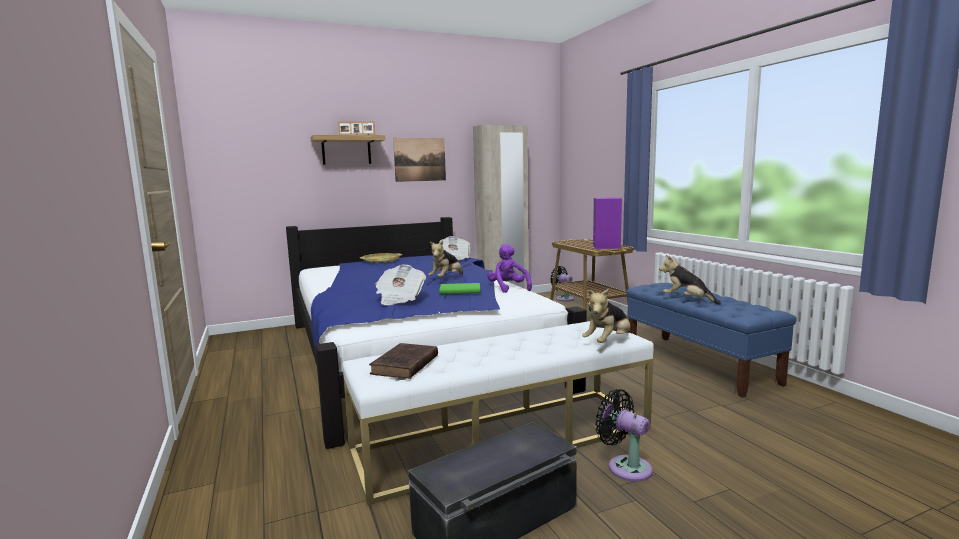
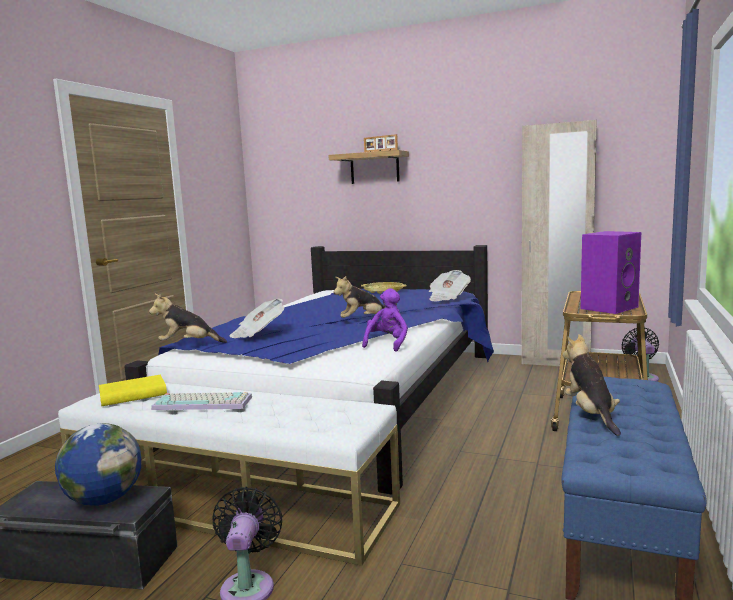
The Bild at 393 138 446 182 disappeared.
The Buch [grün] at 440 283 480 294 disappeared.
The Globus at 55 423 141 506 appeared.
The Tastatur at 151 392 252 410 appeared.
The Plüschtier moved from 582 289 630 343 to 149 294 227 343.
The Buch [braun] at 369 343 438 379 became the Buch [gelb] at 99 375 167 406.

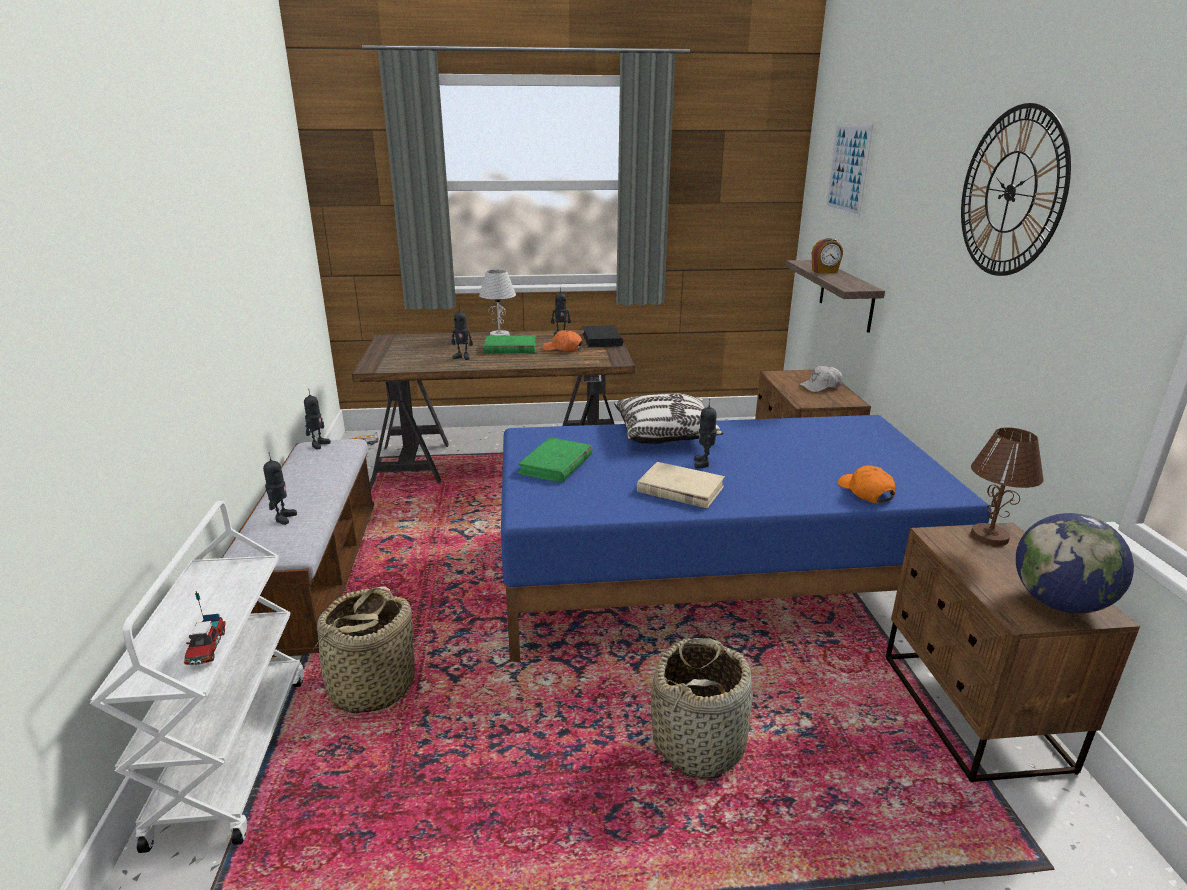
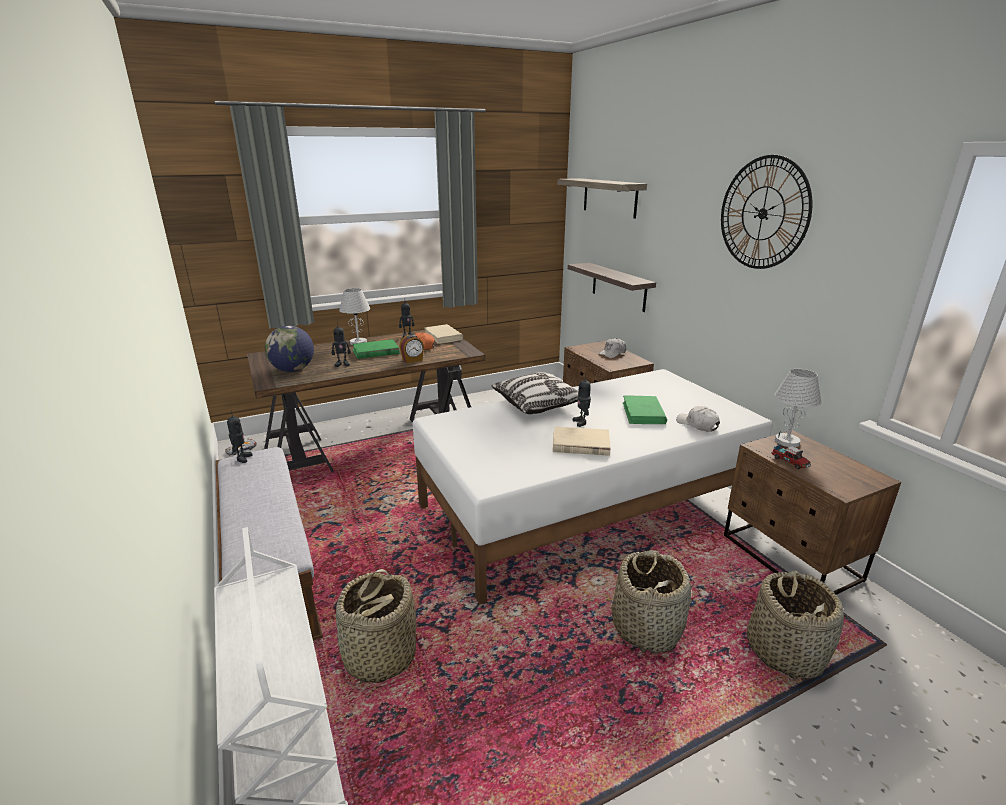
The Spielzeugroboter at 263 452 297 525 disappeared.
The Korb at 747 571 844 680 appeared.
The Spielzeuglaster moved from 184 591 225 666 to 771 433 811 469.
The Buch [grün] moved from 517 437 593 483 to 623 395 667 424.
The Wecker moved from 812 238 843 273 to 399 335 424 363.
The Globus moved from 1016 513 1134 614 to 265 326 314 372.
The Bild at 825 124 873 218 was replaced by the Wandregal at 557 178 647 218.
The Bett [blau] at 501 415 991 662 became the Bett [weiß] at 413 369 773 604.
The Buch [schwarz] at 582 325 623 347 became the Buch [beige] at 424 324 463 344.
The Kappe [orange] at 838 465 895 503 became the Kappe [weiß] at 676 406 720 432.
The Tischlampe [braun] at 971 427 1044 546 became the Tischlampe [weiß] at 774 369 821 447.

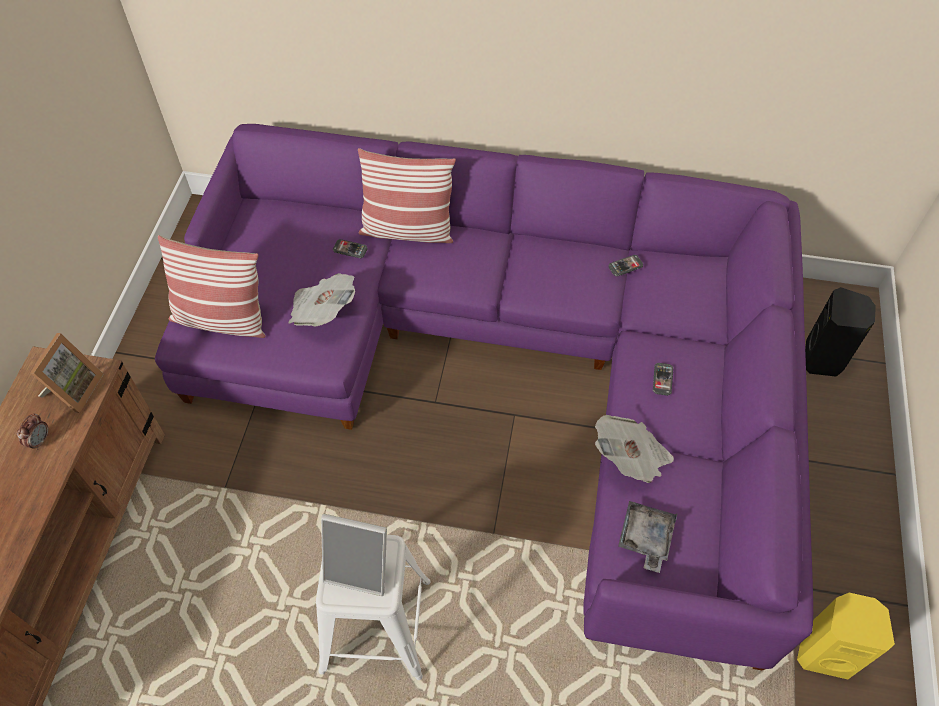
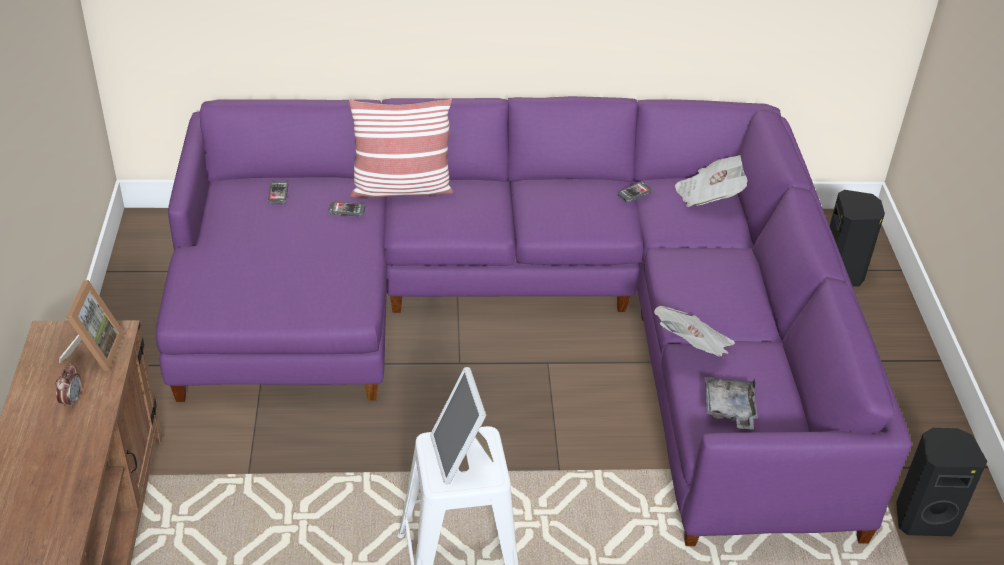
The Kissen at 158 235 266 338 disappeared.
The Zeitung moved from 289 273 355 327 to 675 155 748 207.
The Handy moved from 653 363 673 396 to 268 181 288 204.
The Lautsprecher [gelb] at 797 593 895 679 became the Lautsprecher [schwarz] at 896 428 987 536.
The Bilderrahmen at 321 514 387 596 turned 75 degrees clockwise.

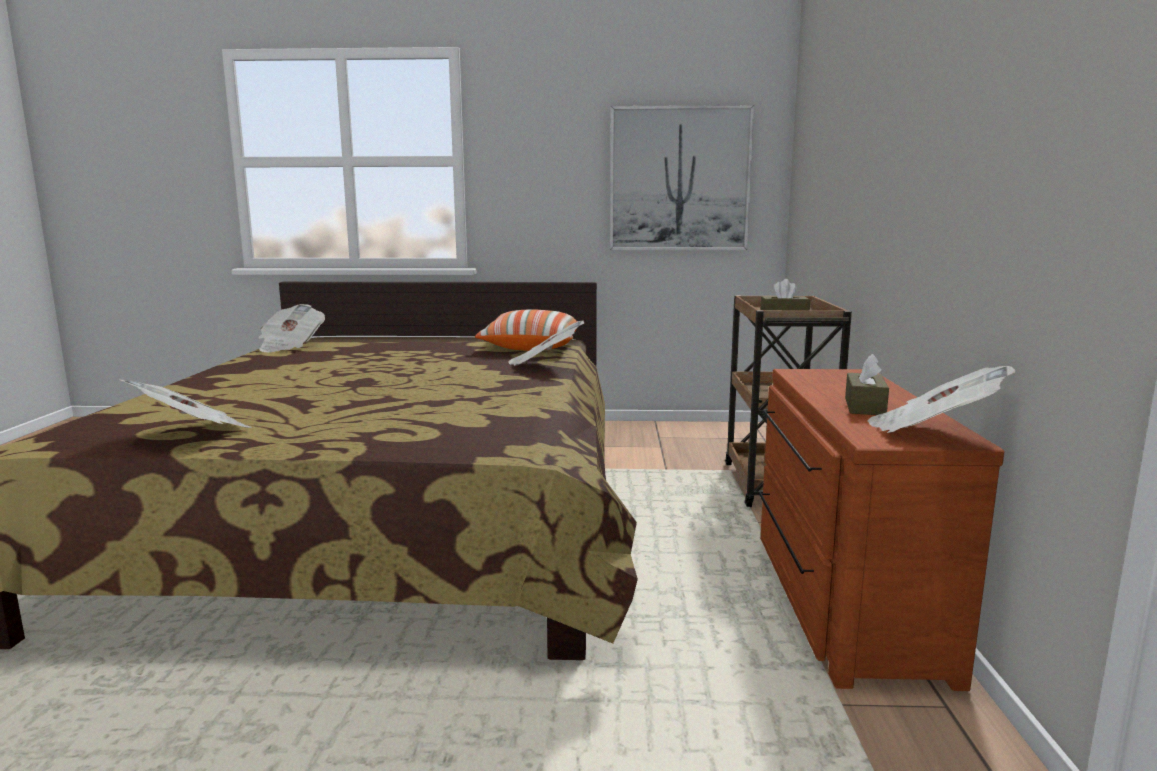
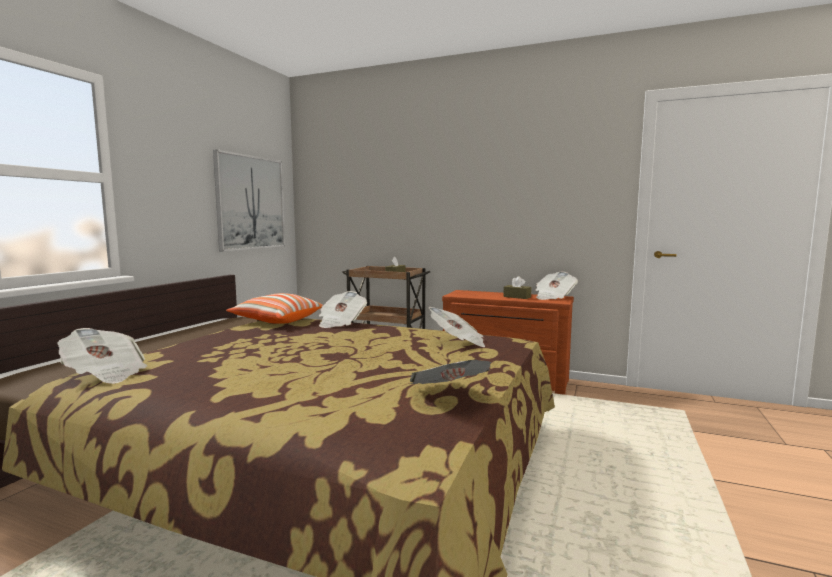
The Zeitung at 429 307 485 347 appeared.

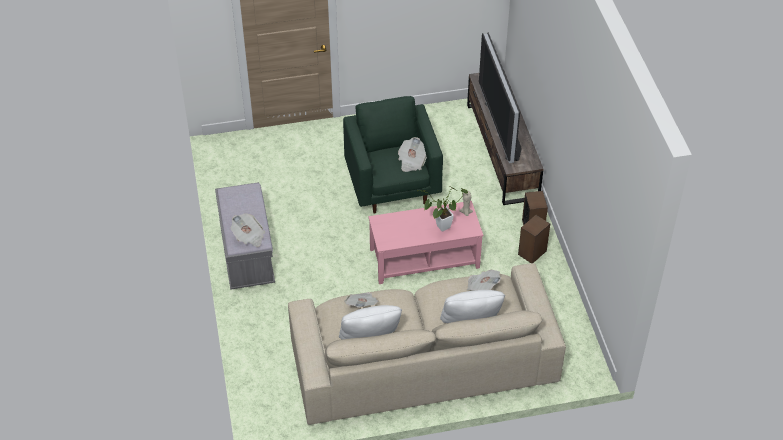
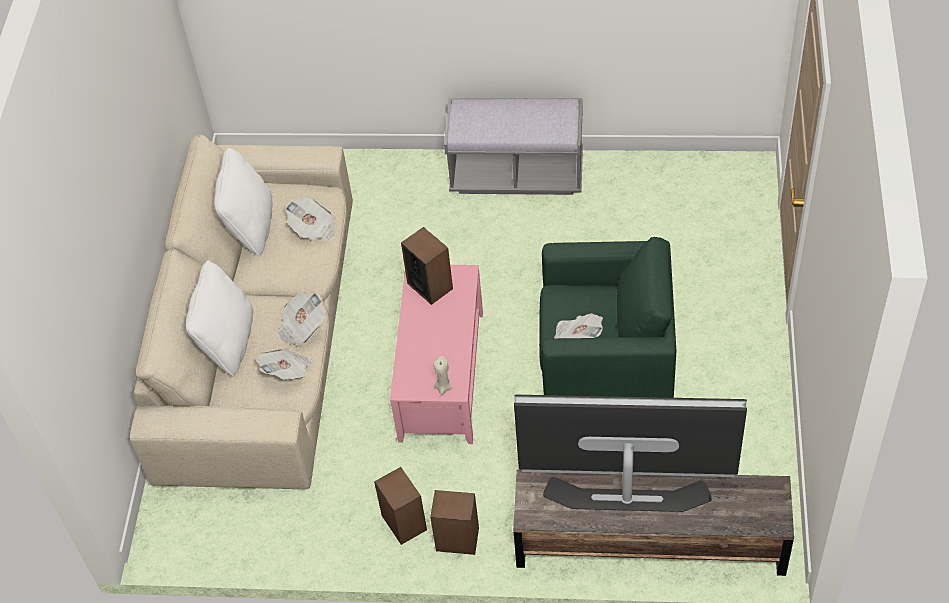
The Topfpflanze at 417 186 469 232 disappeared.
The Lautsprecher at 401 227 453 305 appeared.
The Zeitung moved from 230 213 265 247 to 276 291 326 347.

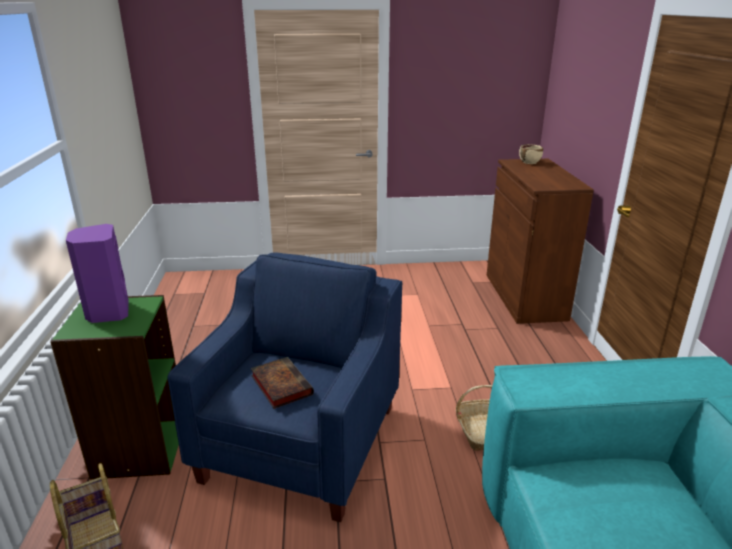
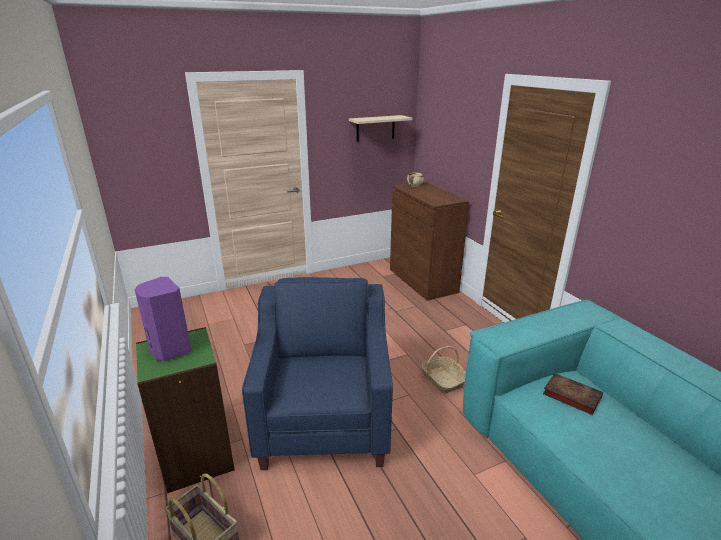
The Wandregal [beige] at 349 115 413 142 appeared.
The Buch moved from 251 357 314 409 to 543 373 603 415.

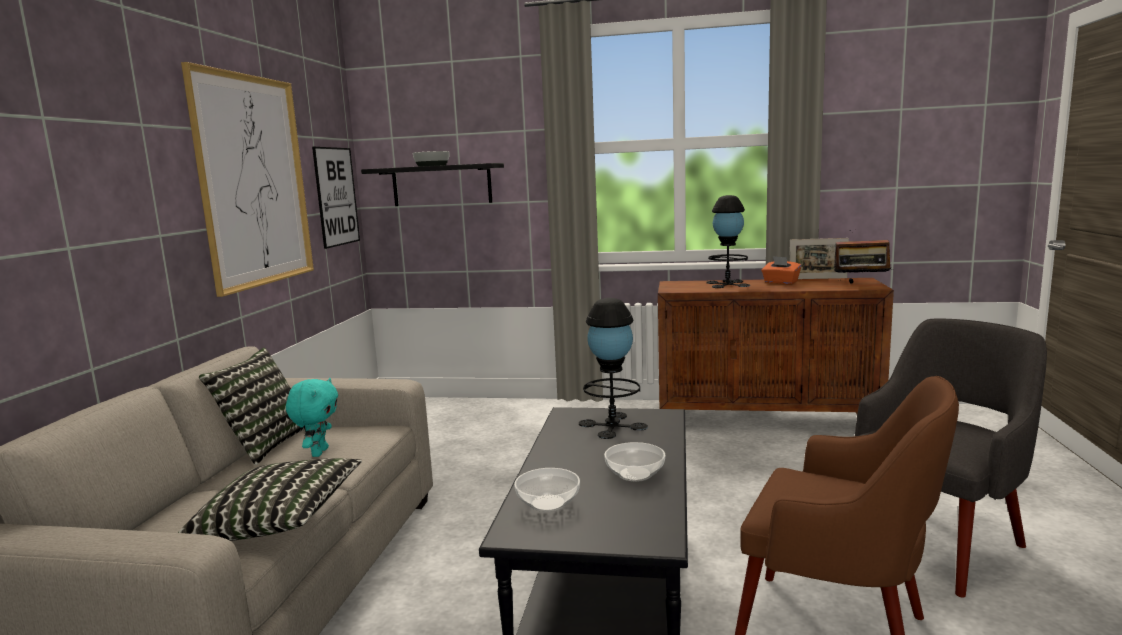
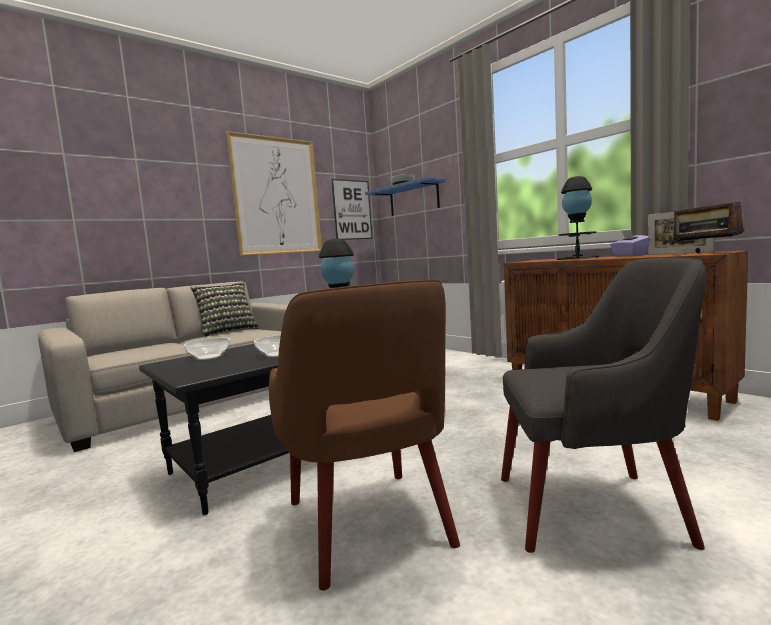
The Kissen at 178 458 362 541 disappeared.
The Plüschtier [türkis] at 286 378 338 457 disappeared.
The Wandregal [schwarz] at 361 163 504 206 became the Wandregal [blau] at 365 177 446 216.
The Taschentuchbox [orange] at 761 256 801 284 became the Taschentuchbox [lila] at 610 230 651 257.

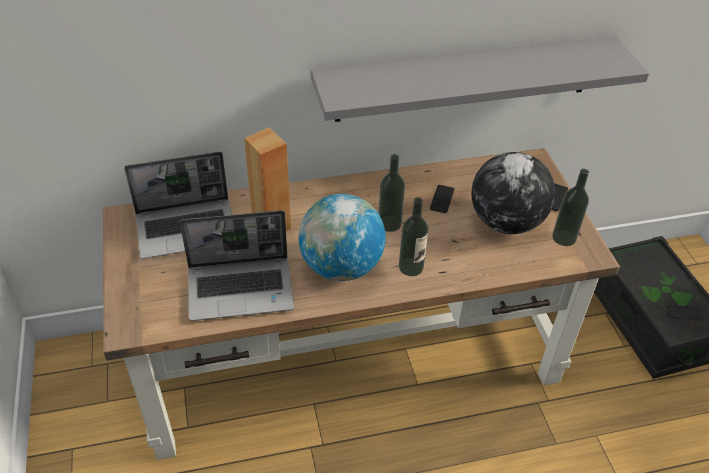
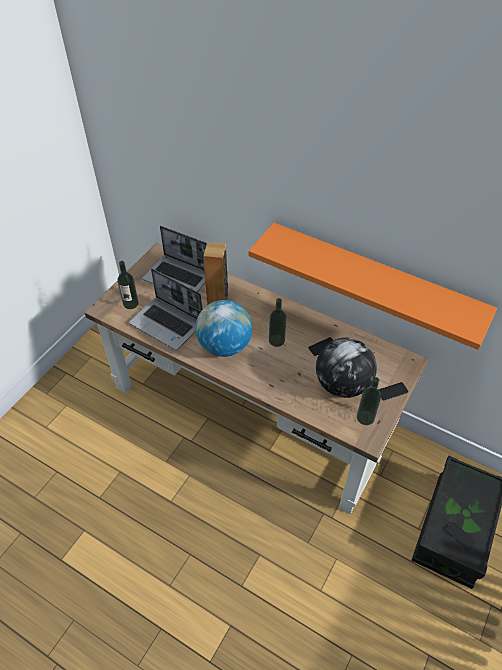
The Flasche moved from 399 197 428 276 to 118 261 139 309.
The Wandregal [grau] at 311 36 649 122 became the Wandregal [orange] at 249 223 497 350.

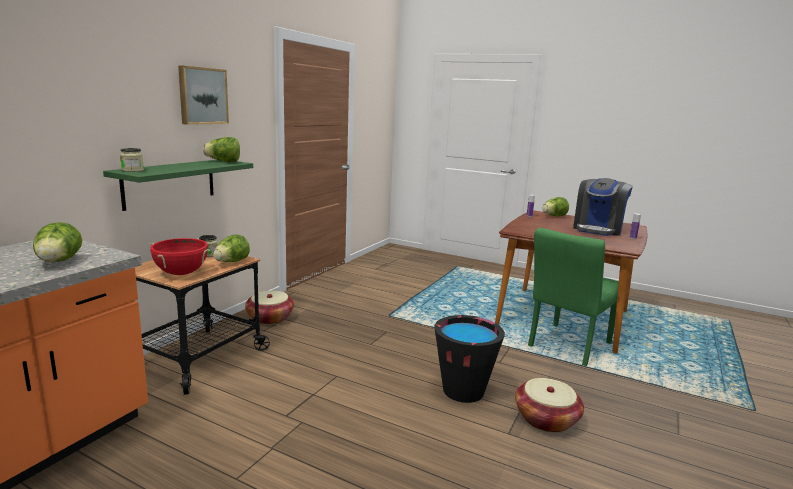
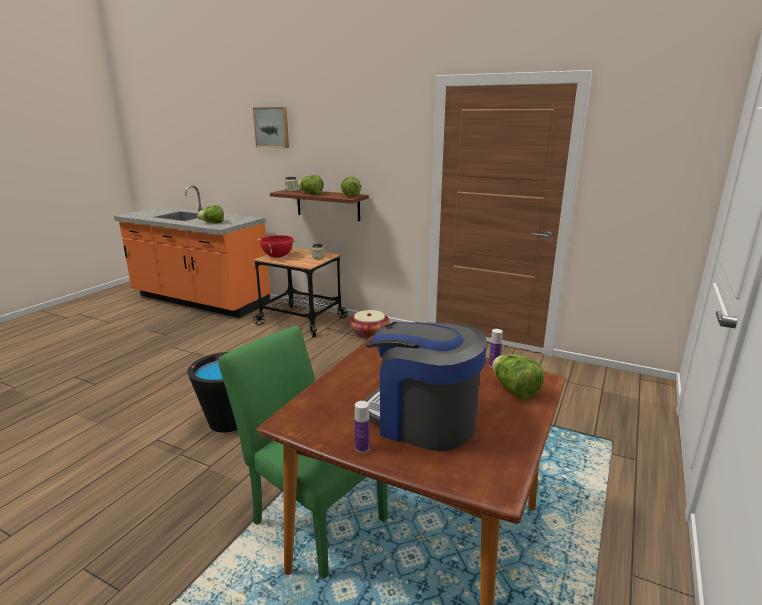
The Korb at 515 378 584 433 disappeared.
The Bild moved from 178 65 229 125 to 253 107 289 148.
The Salatkopf moved from 213 235 250 262 to 297 175 323 194.
The Wandregal [grün] at 103 160 253 211 became the Wandregal [braun] at 270 189 369 221.

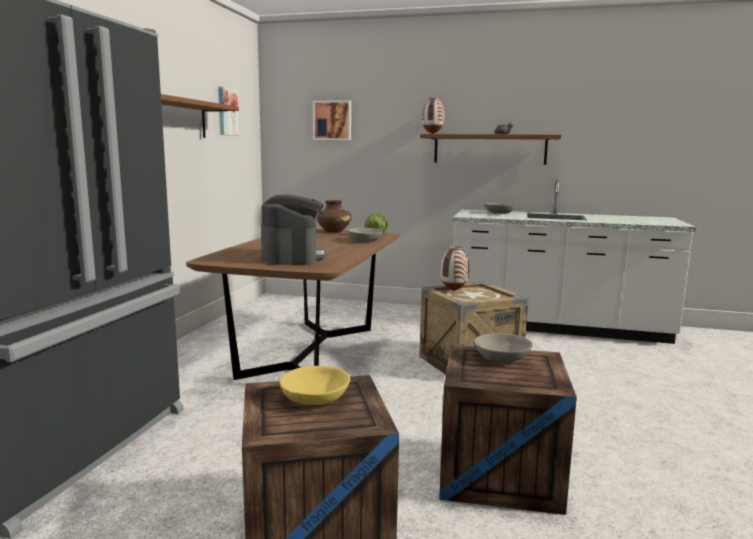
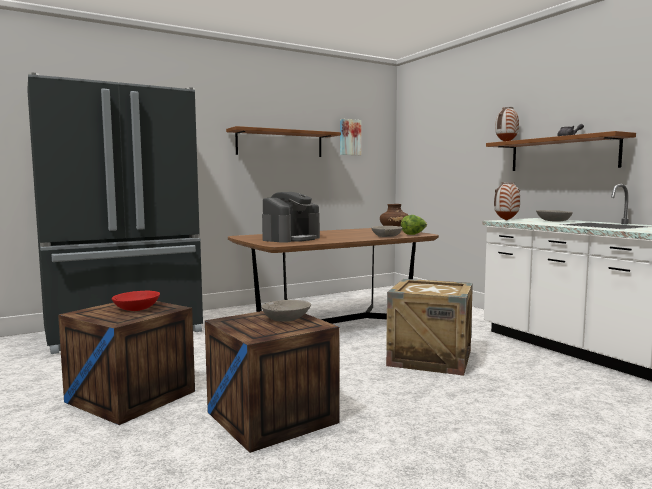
The Bild at 313 100 351 140 disappeared.
The Vase moved from 440 246 469 291 to 494 182 520 221.
The Schüssel [gelb] at 280 366 350 405 became the Schüssel [rot] at 112 291 160 311.

